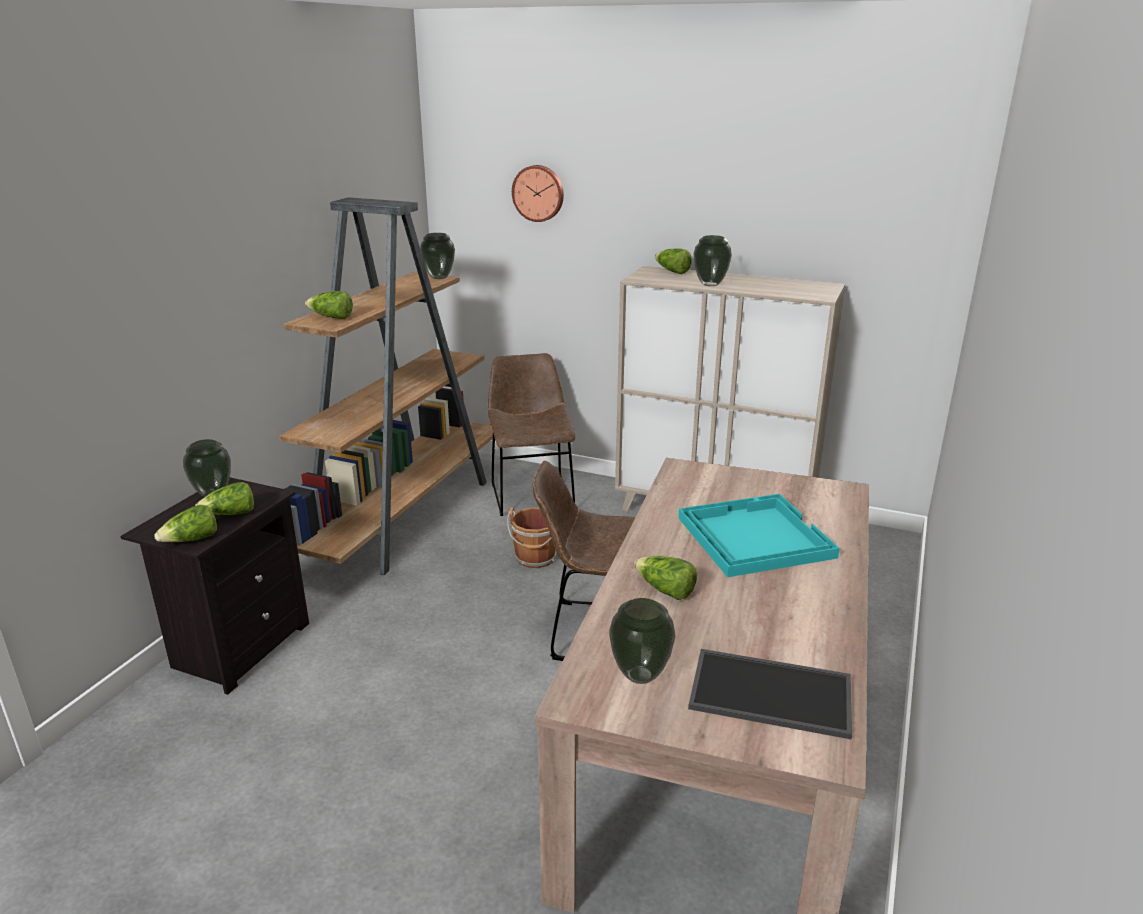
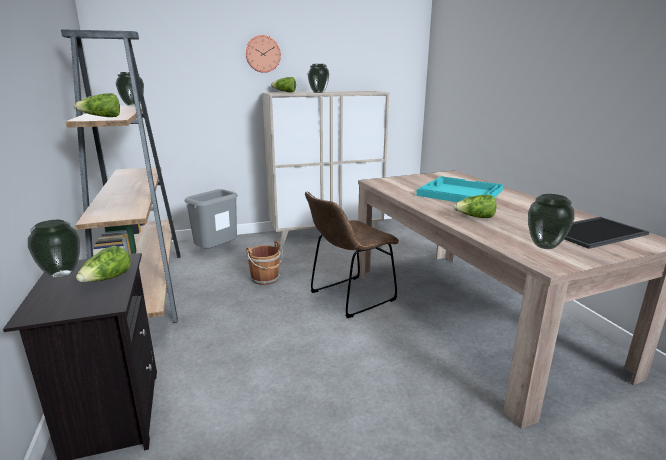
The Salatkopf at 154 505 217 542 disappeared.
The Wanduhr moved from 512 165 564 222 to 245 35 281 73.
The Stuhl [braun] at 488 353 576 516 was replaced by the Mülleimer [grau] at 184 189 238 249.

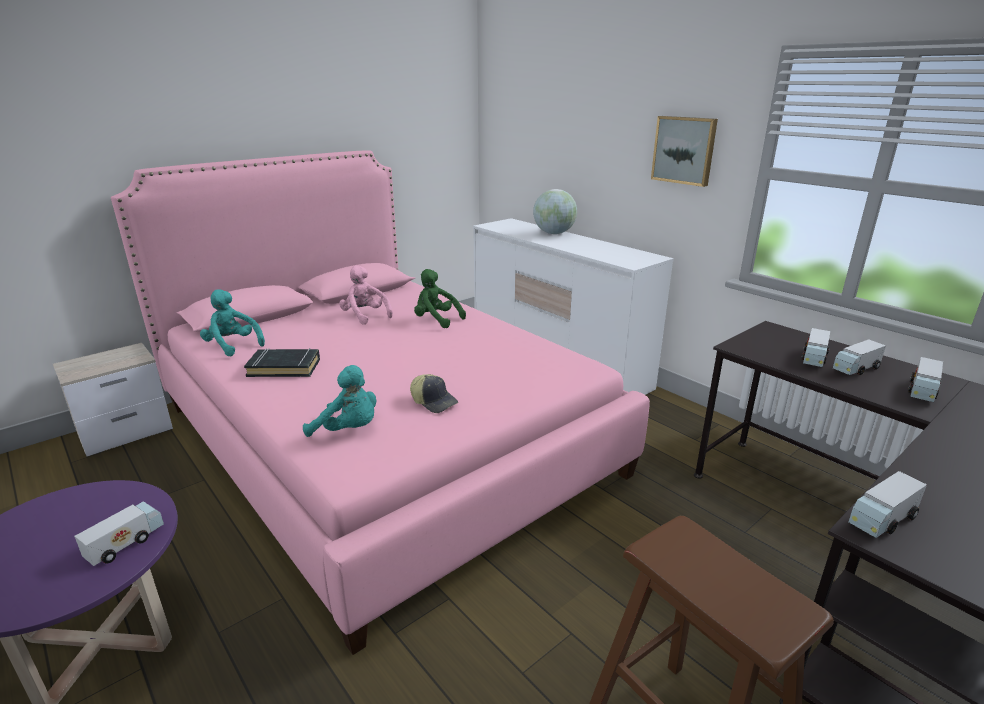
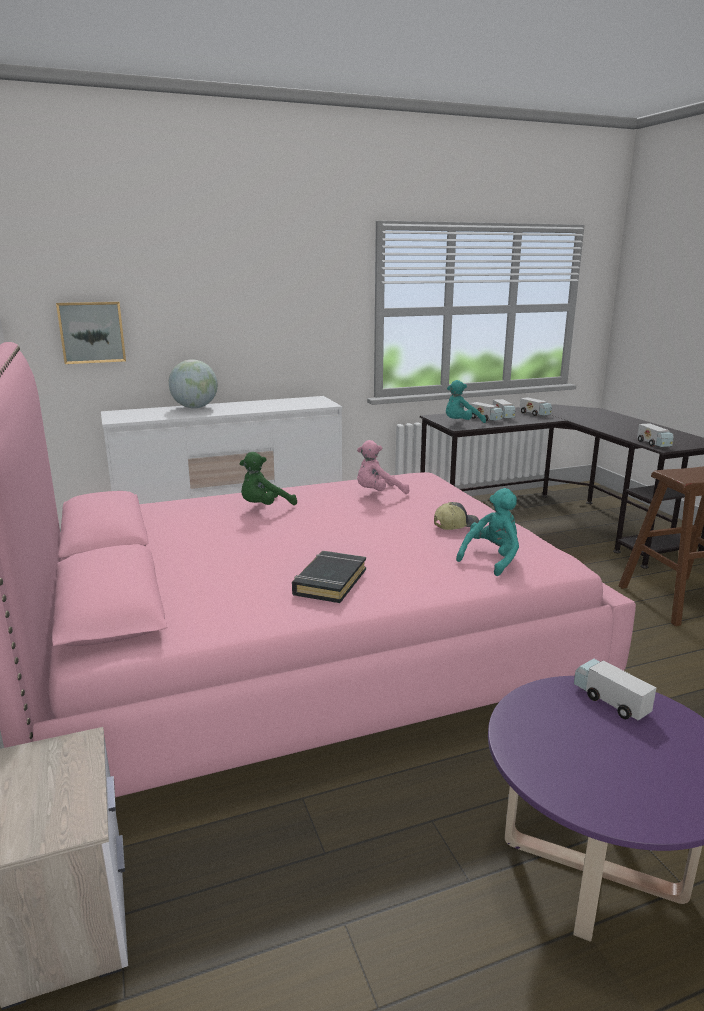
The Plüschtier [türkis] moved from 200 289 265 356 to 446 380 486 423.
The Plüschtier [rosa] moved from 339 265 393 325 to 357 440 410 494.
The Bild moved from 651 116 718 187 to 56 301 126 364.

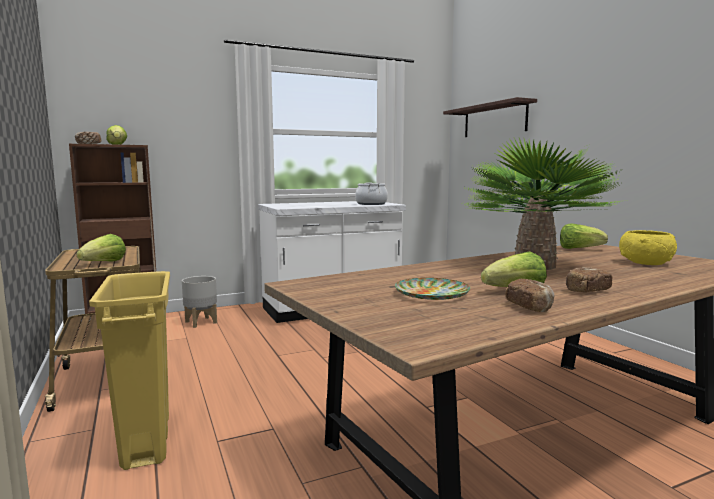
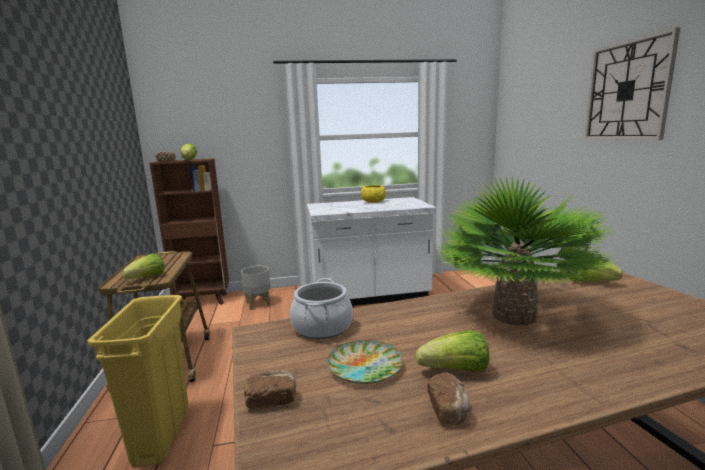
The Wandregal at 443 97 537 137 disappeared.
The Wanduhr at 584 27 680 140 appeared.
The Kochtopf moved from 355 182 388 205 to 290 278 353 339.
The Brot moved from 566 267 612 292 to 243 370 296 409.
The Schüssel [gelb] moved from 619 230 677 265 to 361 185 386 203.

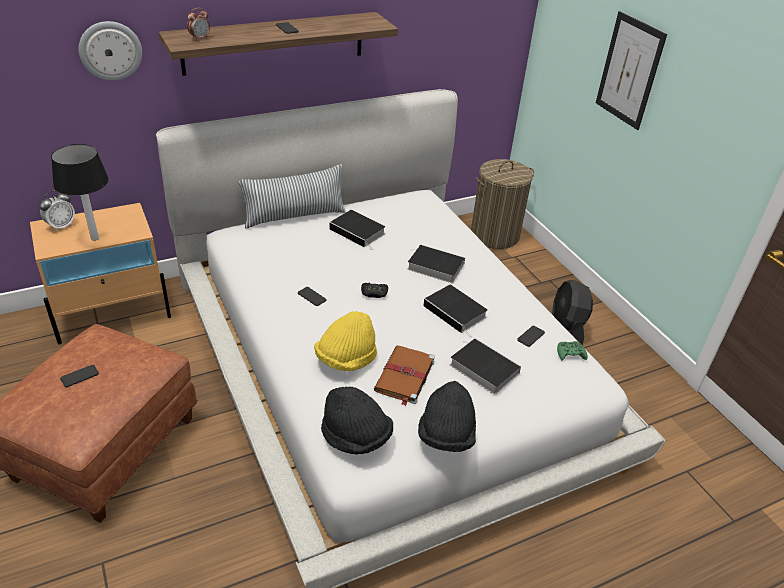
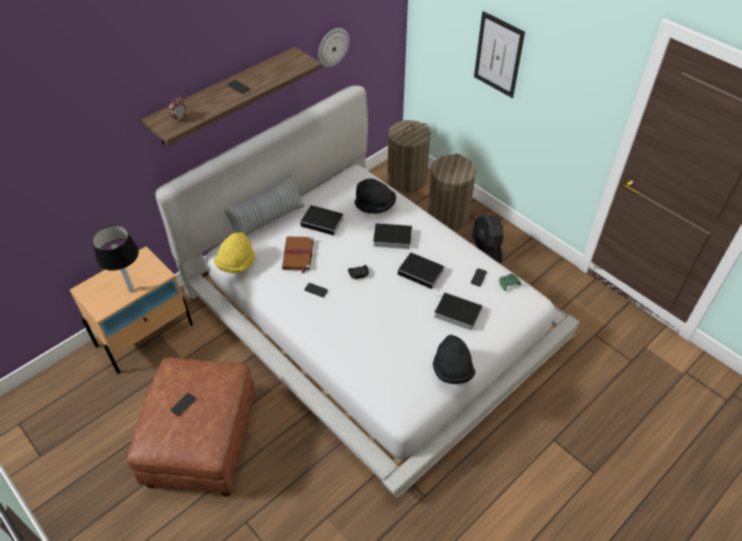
The Wecker at 39 190 75 232 disappeared.
The Wäschekorb at 428 154 476 230 appeared.
The Wanduhr moved from 79 21 142 81 to 318 28 349 67.
The Hut [gelb] moved from 314 311 377 371 to 214 232 255 273.
The Hut [schwarz] moved from 321 386 393 455 to 355 179 396 214.
The Buch [braun] moved from 374 346 435 406 to 282 236 314 274.

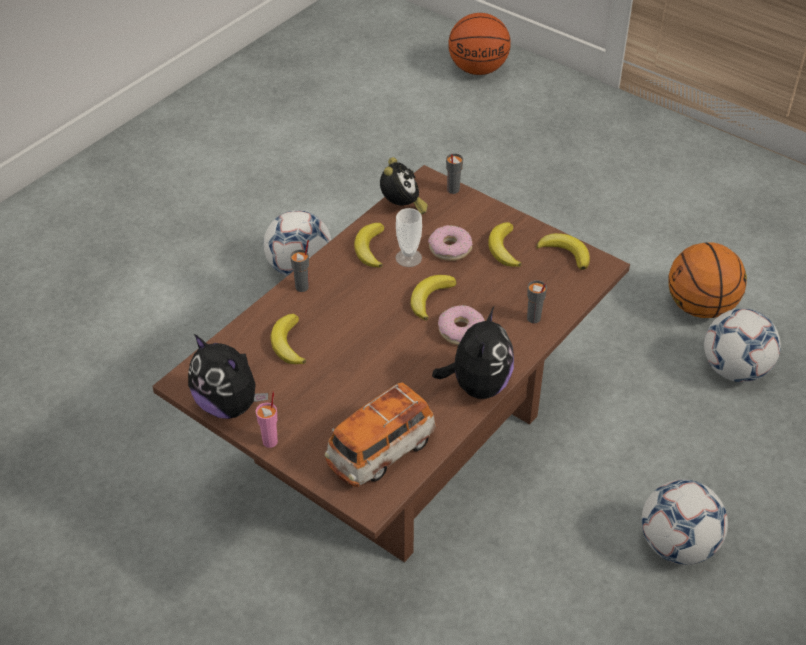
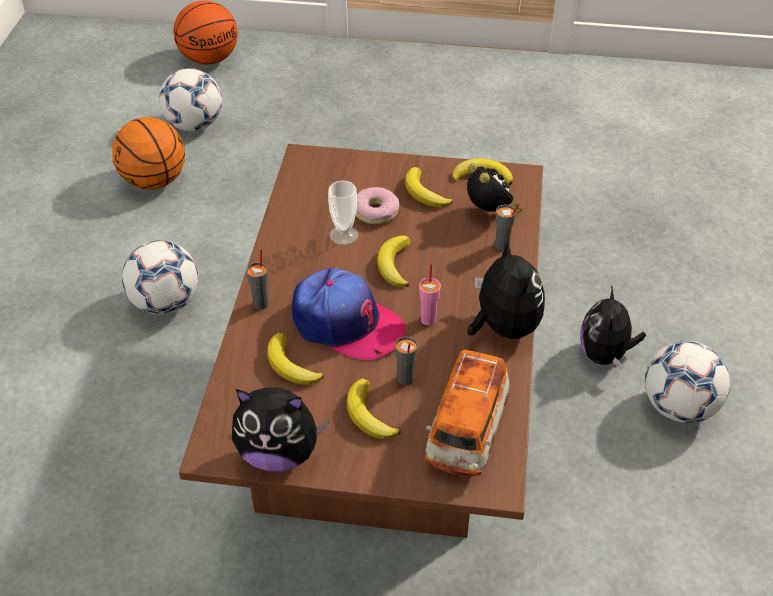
The Donut at 438 305 485 345 disappeared.
The Kappe at 292 268 406 360 appeared.
The Plüschtier at 580 285 646 370 appeared.
The Tasse [rosa] moved from 256 391 278 448 to 419 264 441 326.
The Banane moved from 354 223 384 268 to 347 379 401 439.
The Wecker moved from 380 157 428 215 to 467 163 523 213.
The Tasse [grau] moved from 446 153 463 194 to 395 337 418 386.
The Basketball moved from 668 242 747 318 to 112 117 185 190.
The Fußball moved from 704 308 781 382 to 159 68 222 131.

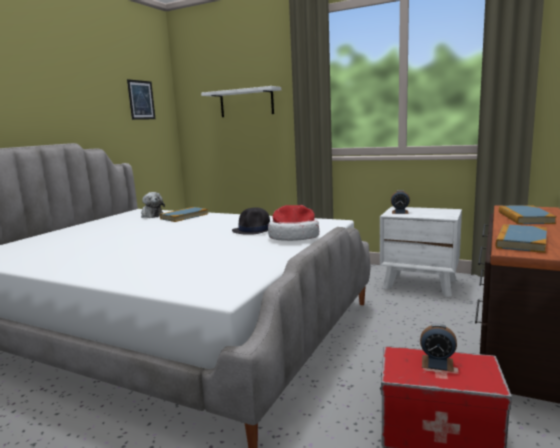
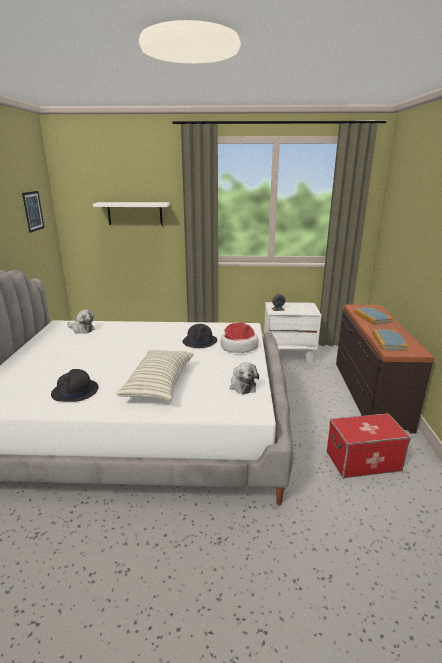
The Buch at 160 207 208 222 disappeared.
The Wecker at 420 323 457 372 disappeared.
The Hut [schwarz] at 51 369 99 402 appeared.
The Kissen at 116 350 194 401 appeared.
The Plüschtier at 230 362 259 394 appeared.

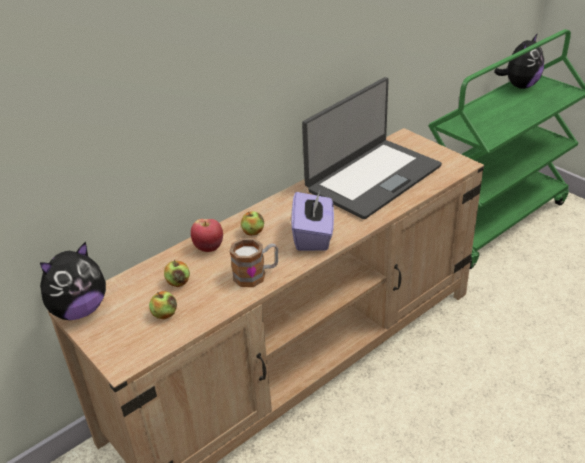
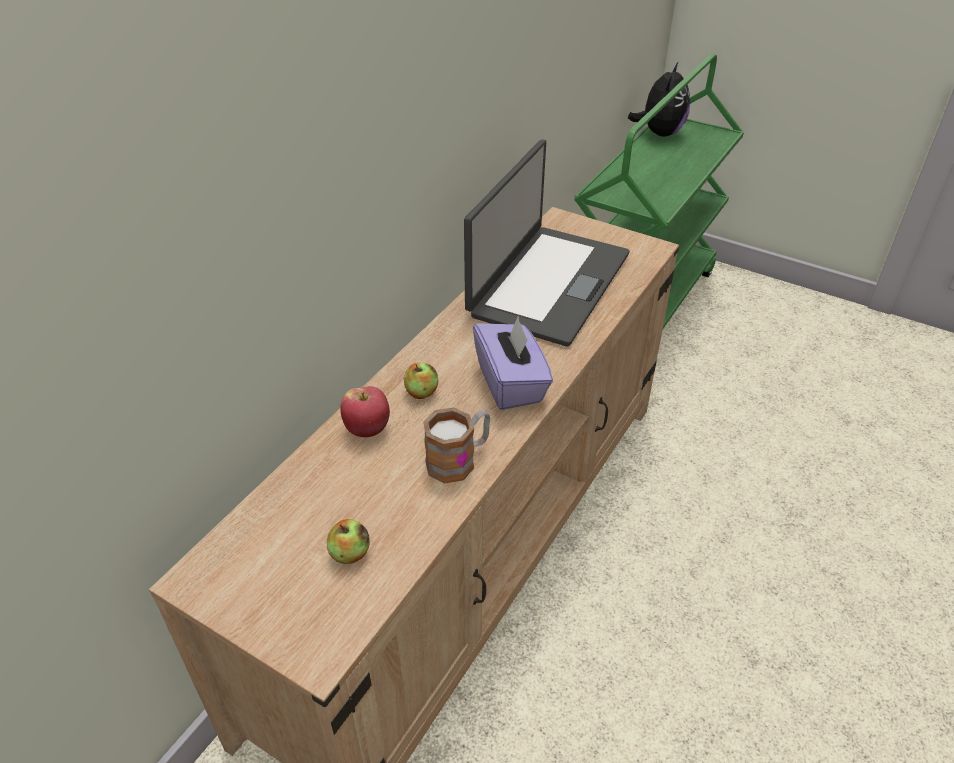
The Plüschtier at 40 241 106 320 disappeared.
The Apfel at 164 260 190 287 disappeared.

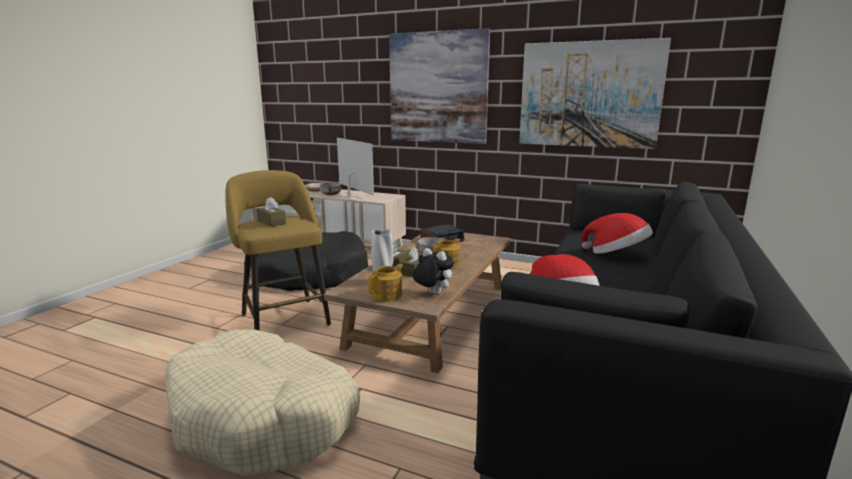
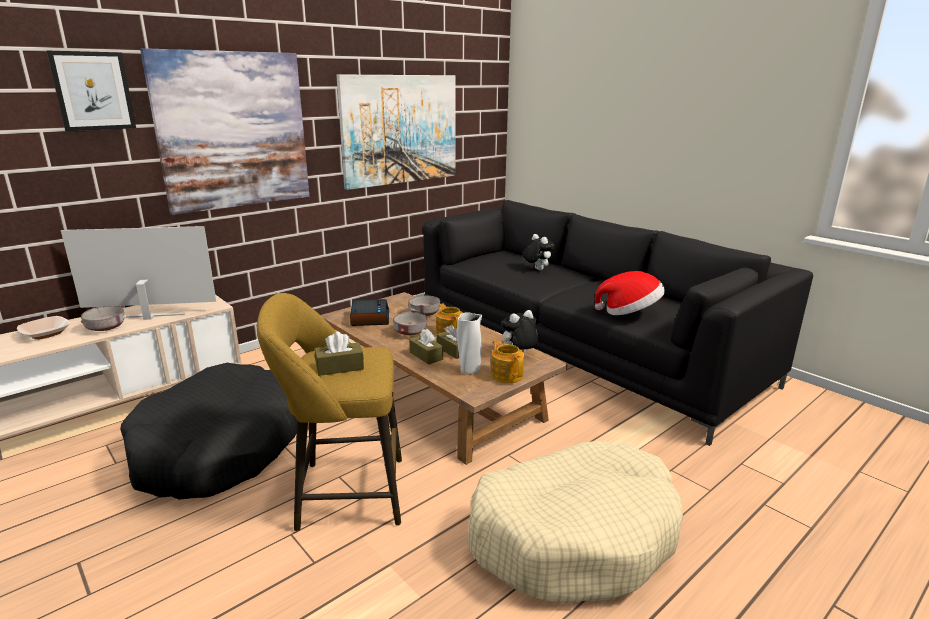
The Bild at 46 51 136 131 appeared.
The Schüssel [grau] at 409 295 440 316 appeared.
The Hut at 582 213 653 254 was replaced by the Plüschtier at 522 234 555 270.

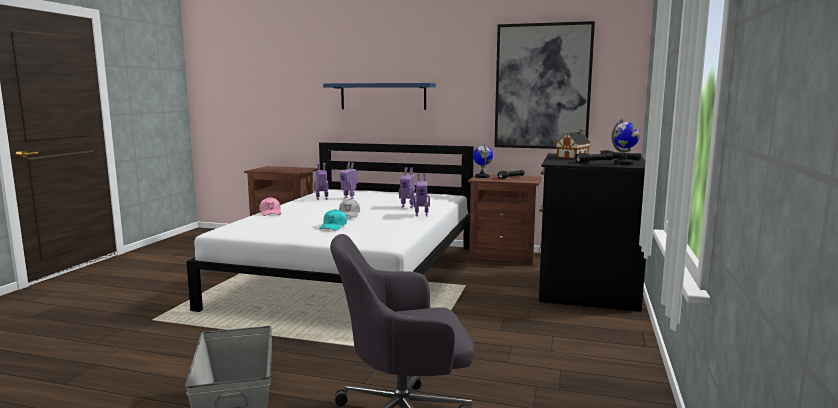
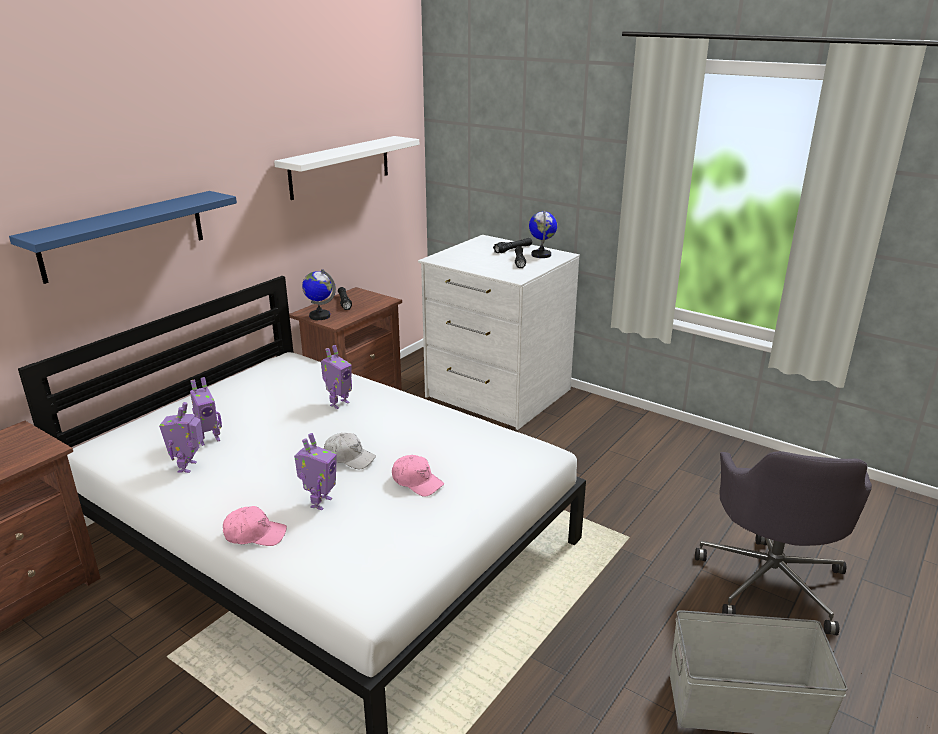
The Spielzeughaus at 556 129 591 159 disappeared.
The Spielzeugroboter moved from 413 173 430 216 to 294 433 337 510.
The Bild at 494 21 595 149 was replaced by the Wandregal [weiß] at 274 136 419 200.
The Kappe [türkis] at 320 209 347 231 became the Kappe [rosa] at 392 455 444 497.
The Kommode [schwarz] at 537 153 646 312 became the Kommode [weiß] at 418 235 580 430.

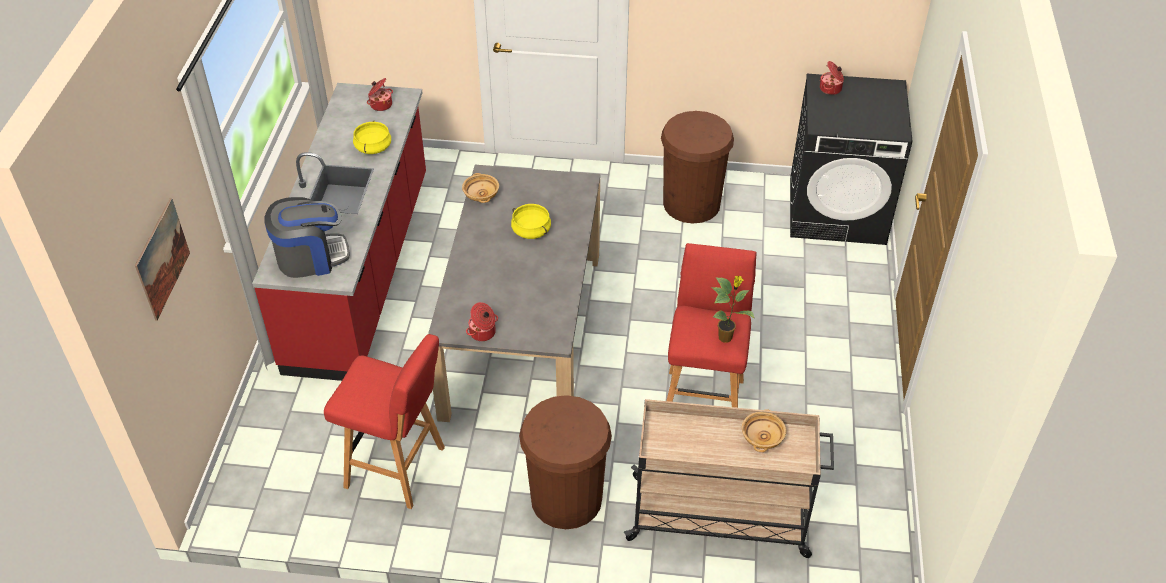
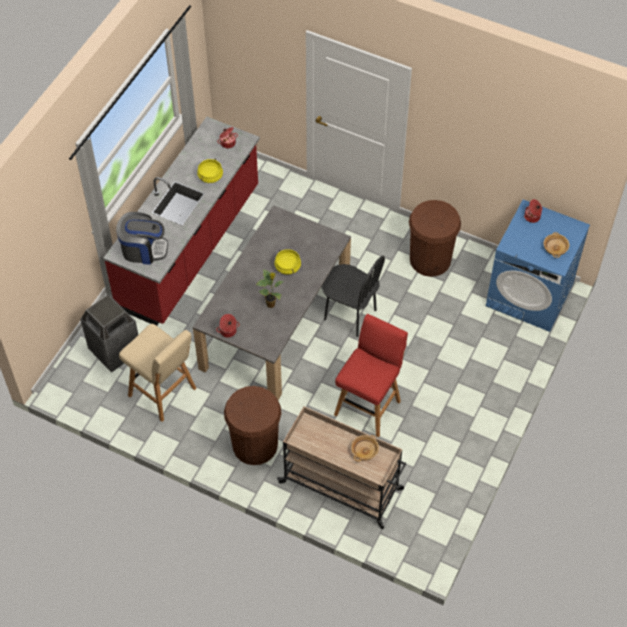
The Bild at 135 198 190 321 disappeared.
The Mülleimer at 80 294 138 372 appeared.
The Stuhl [schwarz] at 322 256 385 337 appeared.
The Schüssel [beige] moved from 462 173 499 203 to 544 232 569 258.
The Topfpflanze moved from 711 276 754 343 to 256 269 283 308.
The Hocker [rot] at 324 334 445 509 became the Hocker [beige] at 119 324 196 422.
The Waschmaschine [schwarz] at 790 74 912 245 became the Waschmaschine [blau] at 486 199 590 332.

